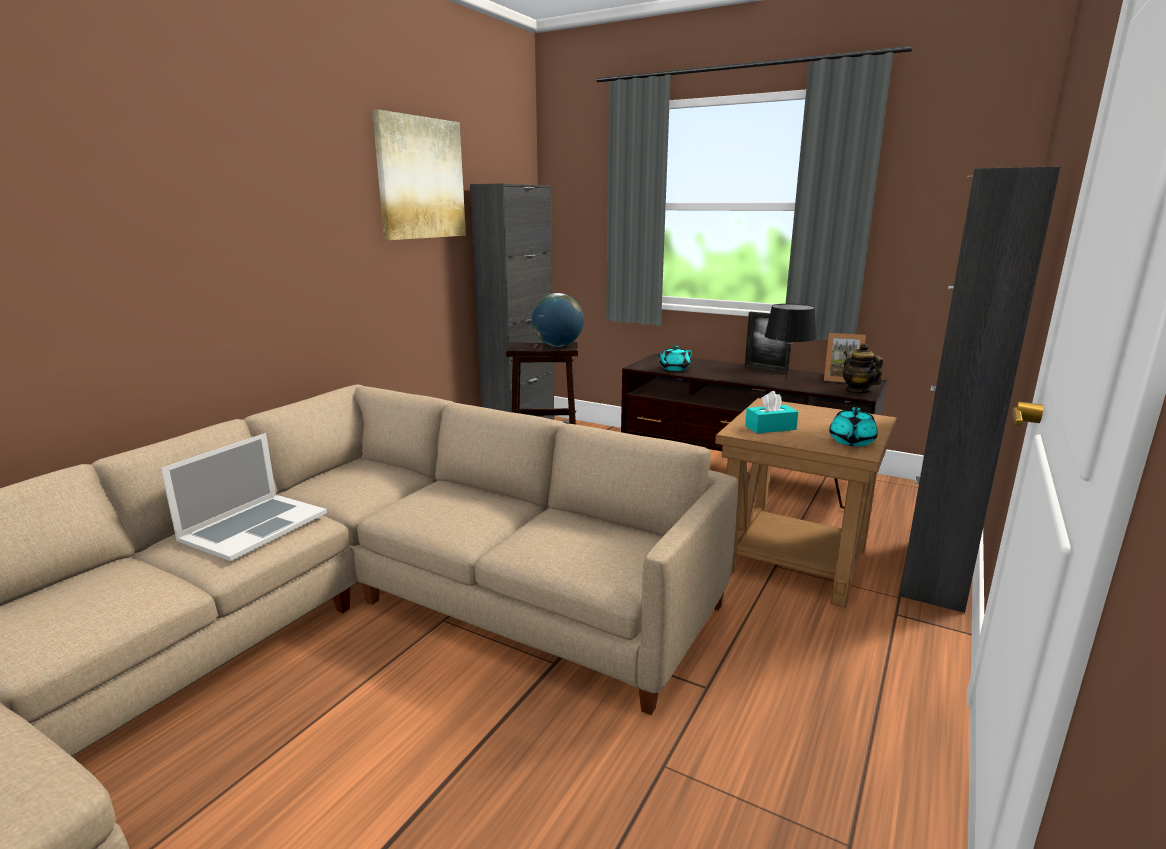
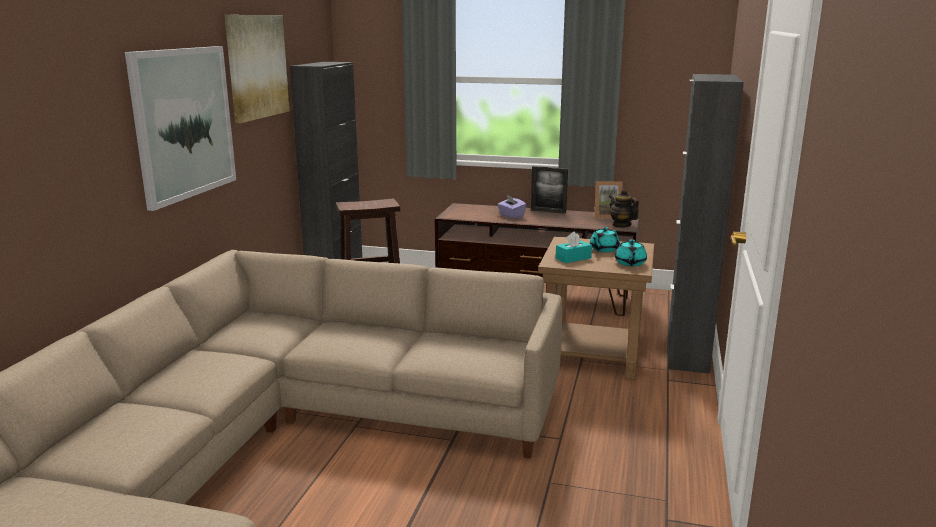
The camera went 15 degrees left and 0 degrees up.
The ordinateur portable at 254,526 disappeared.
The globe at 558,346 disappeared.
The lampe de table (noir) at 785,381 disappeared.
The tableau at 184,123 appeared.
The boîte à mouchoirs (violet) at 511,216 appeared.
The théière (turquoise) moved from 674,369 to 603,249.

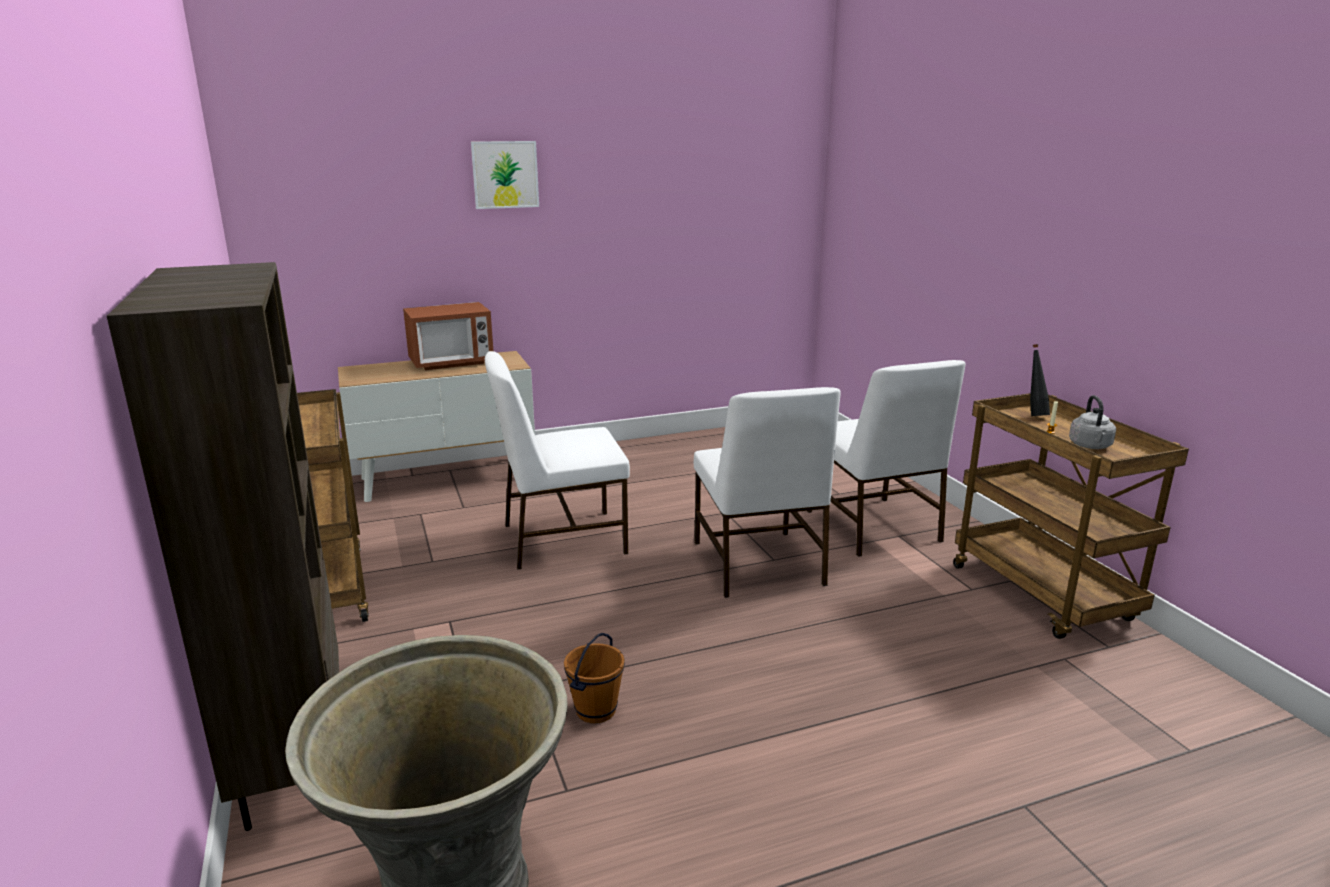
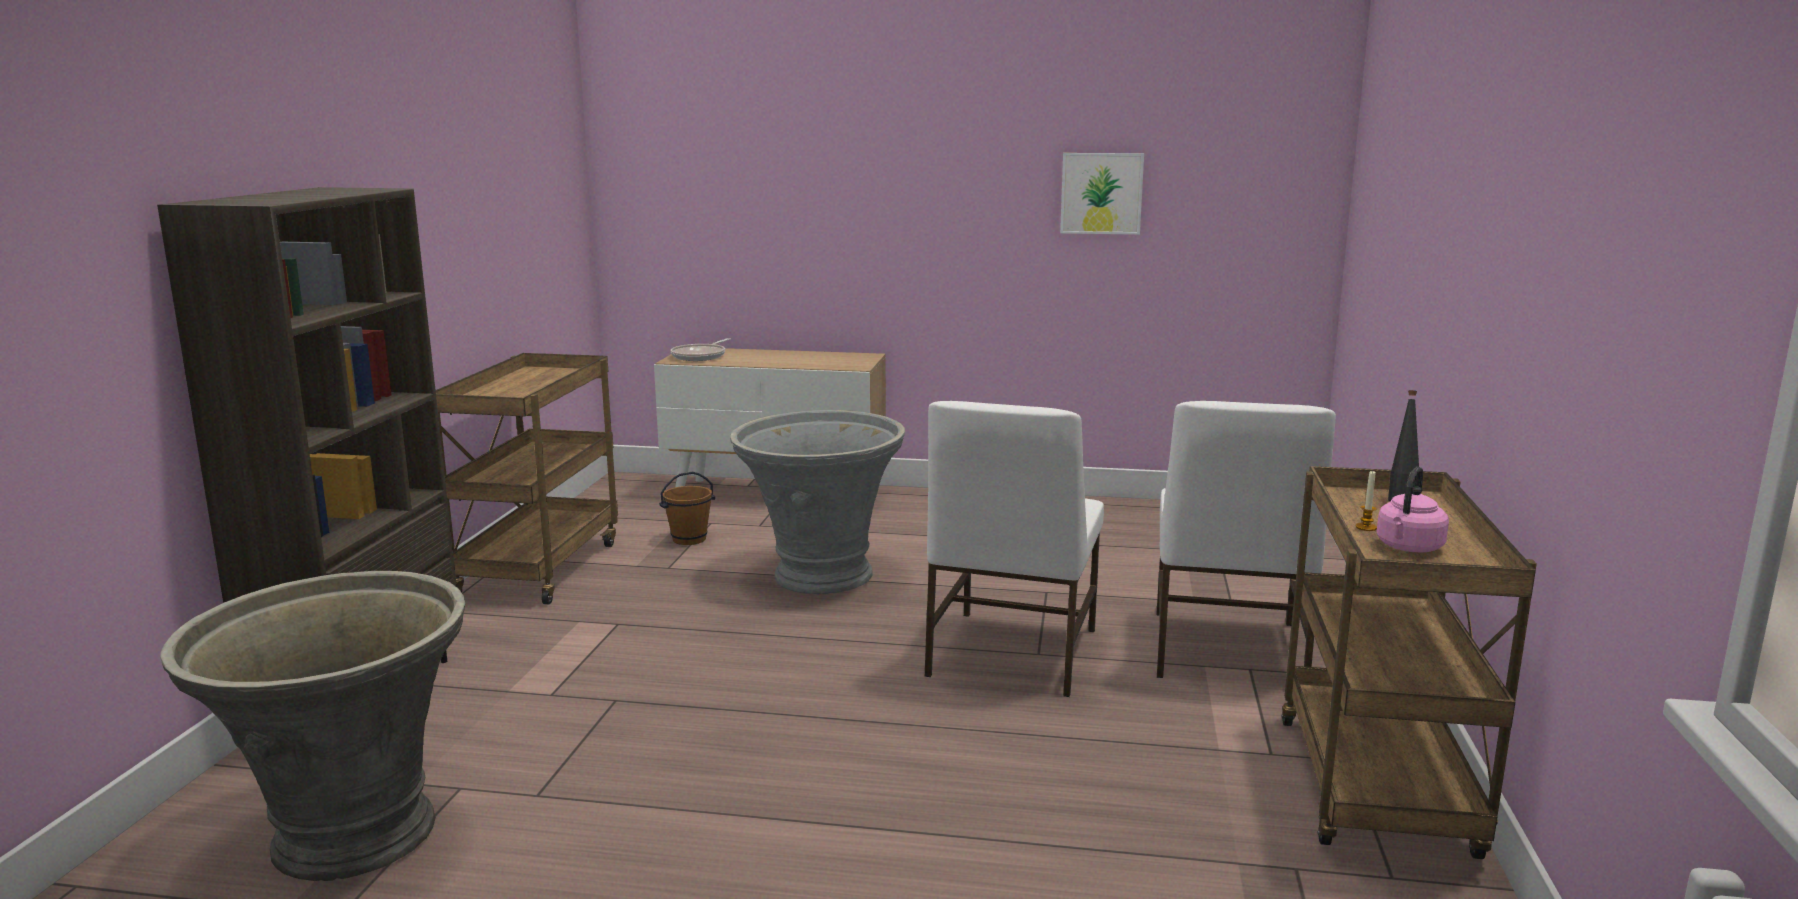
The camera went 30 degrees right and 5 degrees down.
The micro-ondes at 451,363 disappeared.
The poêle at 701,356 appeared.
The tableau moved from 505,174 to 1101,193.
The seau (marron) moved from 595,710 to 689,539.
The chaise (blanc) at 561,539 was replaced by the cache-pot (gris) at 820,576.
The bouilloire (gris) at 1090,446 became the bouilloire (rose) at 1408,548.

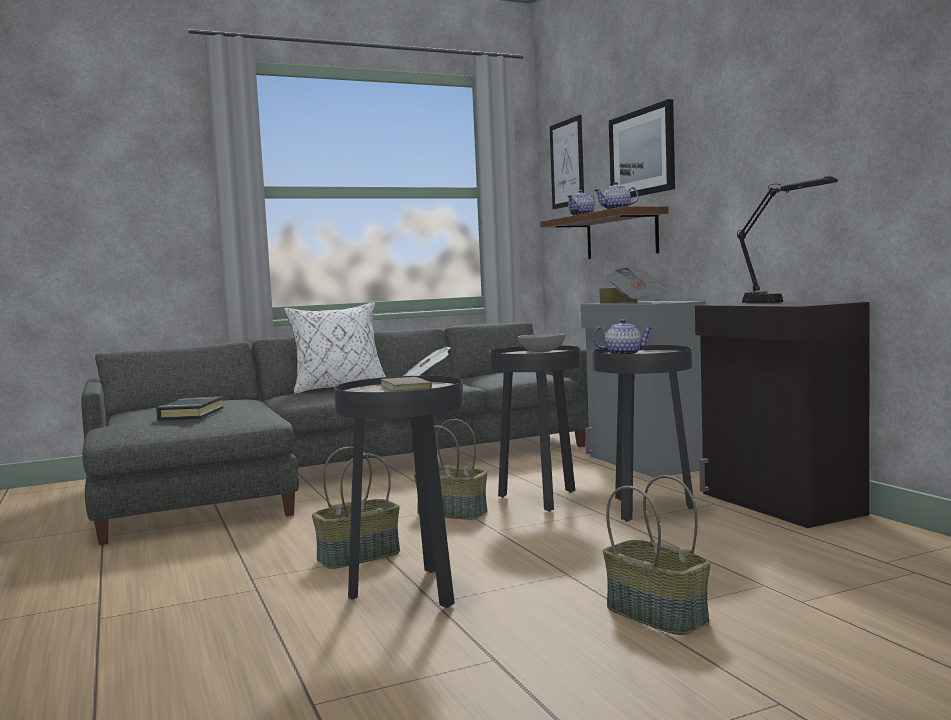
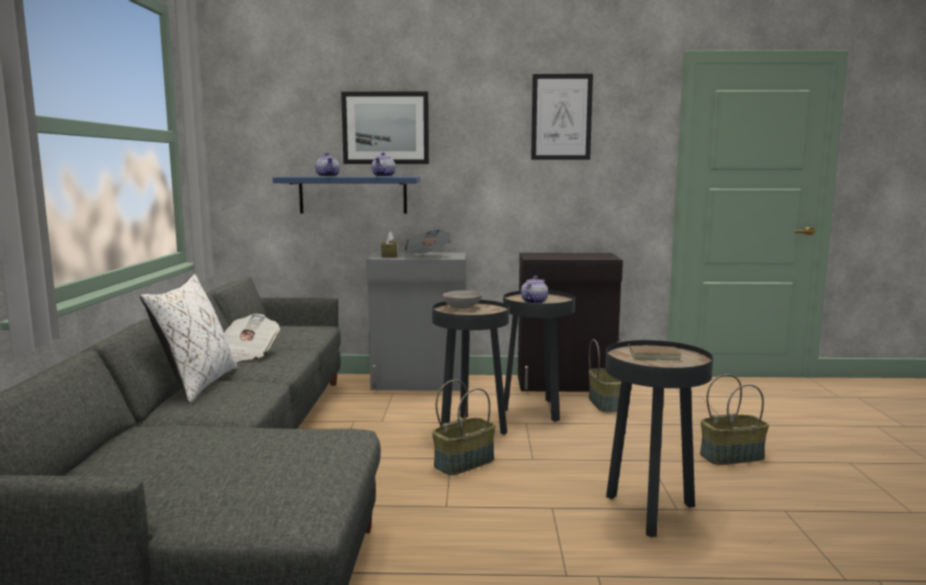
The camera went 65 degrees left and 5 degrees up.
The livre (noir) at 191,414 disappeared.
The lampe de table (noir) at 782,302 disappeared.
The panier moved from 358,556 to 607,404.
The tableau moved from 567,163 to 561,117.
The étagère (marron) at 621,235 became the étagère (bleu) at 353,195.

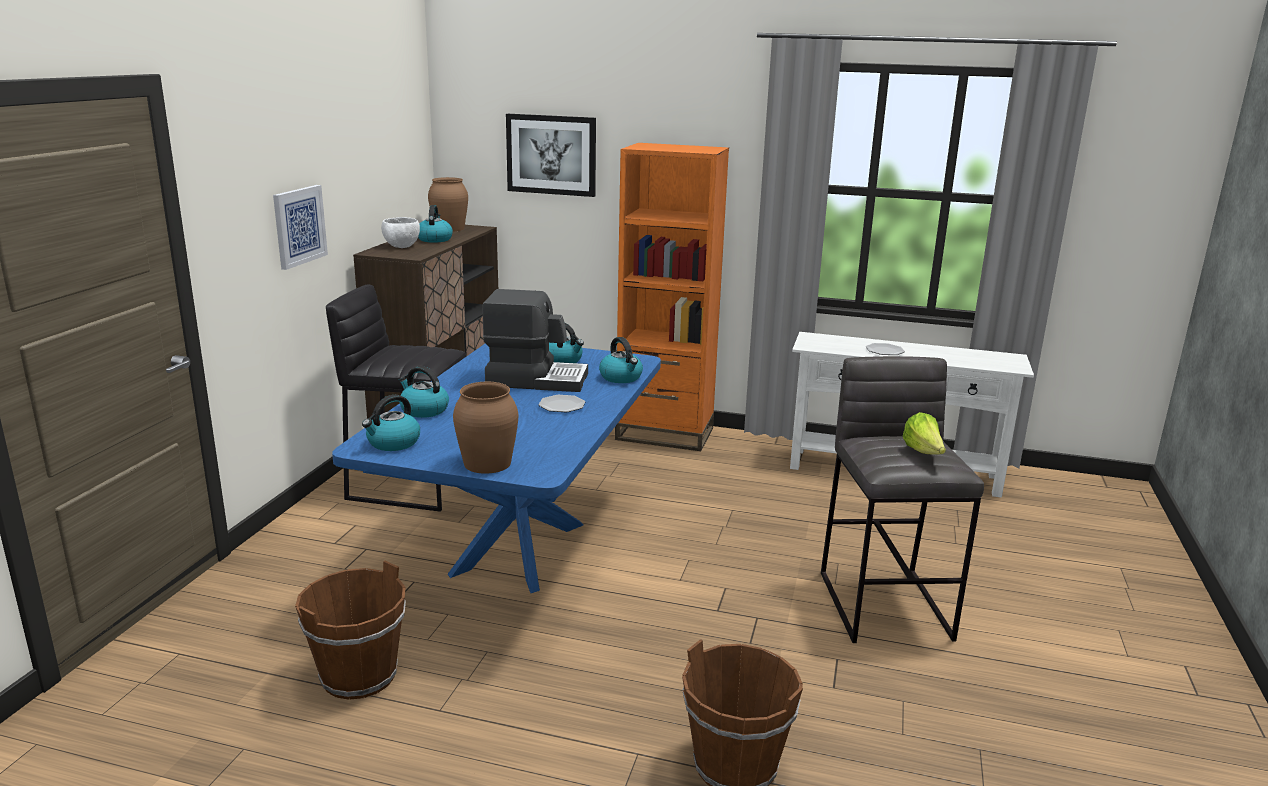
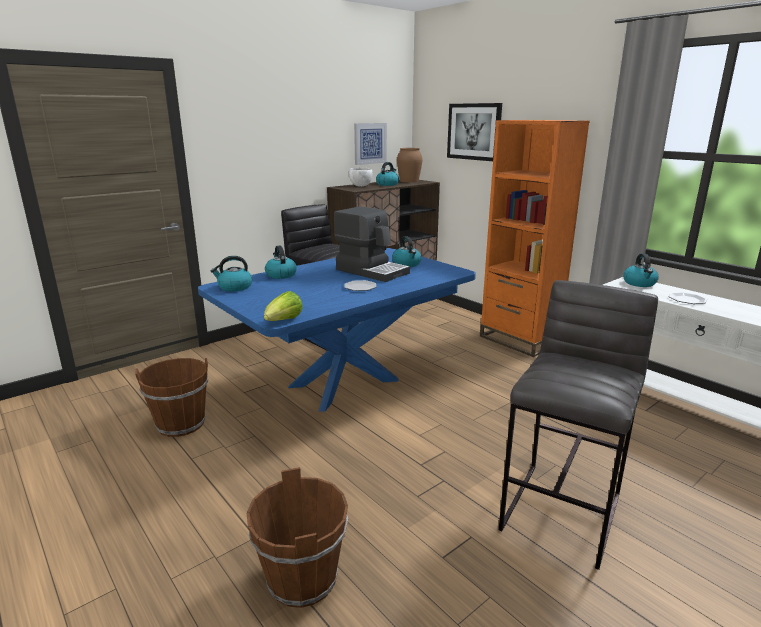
The camera went 35 degrees right and 0 degrees up.
The vase (marron) at 488,463 disappeared.
The tableau moved from 299,226 to 369,143.
The bouilloire moved from 621,377 to 639,283.
The laitue moved from 923,452 to 283,321.

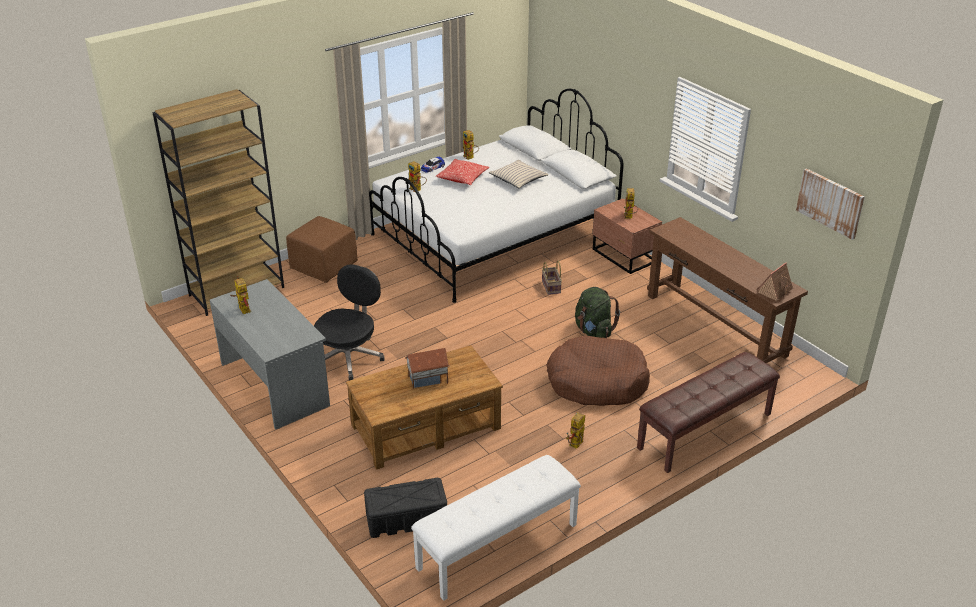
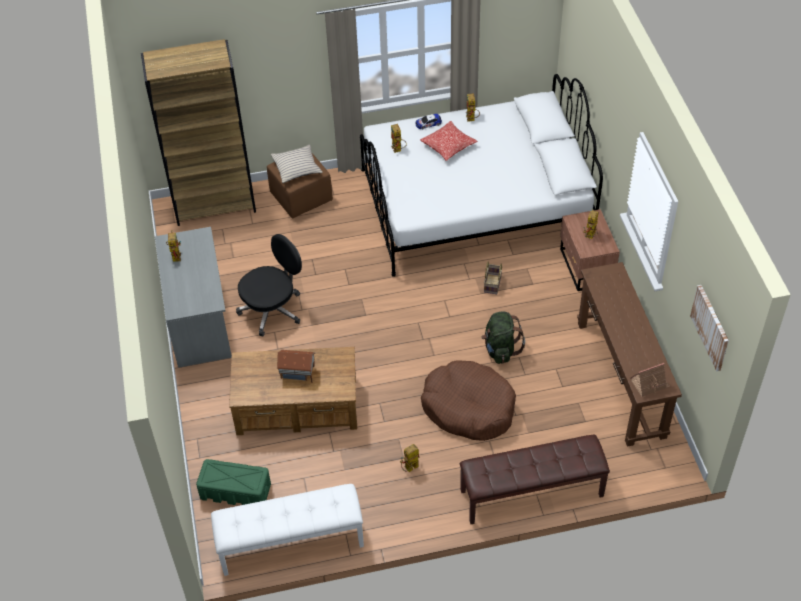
The camera went 25 degrees right and 15 degrees up.
The coussin (beige) moved from 518,179 to 296,168.
The boîte de rangement (noir) at 406,519 became the boîte de rangement (vert) at 235,491.

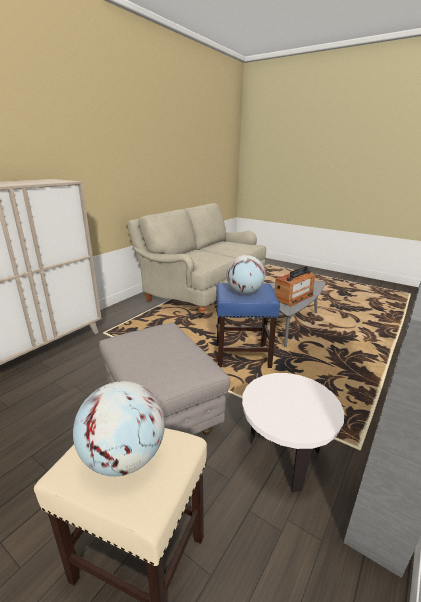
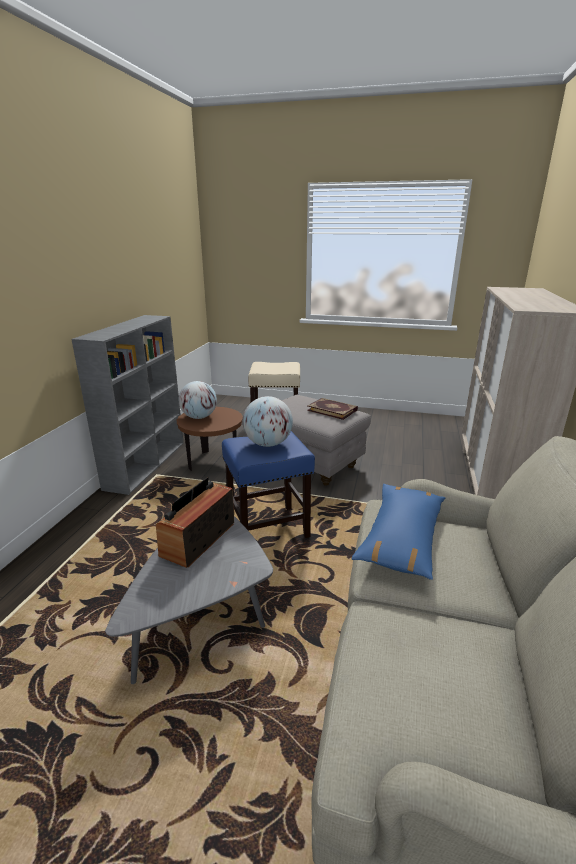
The camera went 160 degrees right and 0 degrees up.
The livre at 332,410 appeared.
The coussin (bleu) at 402,538 appeared.
The globe moved from 124,458 to 199,417.
The table d'appoint (blanc) at 283,456 became the table d'appoint (marron) at 213,462.

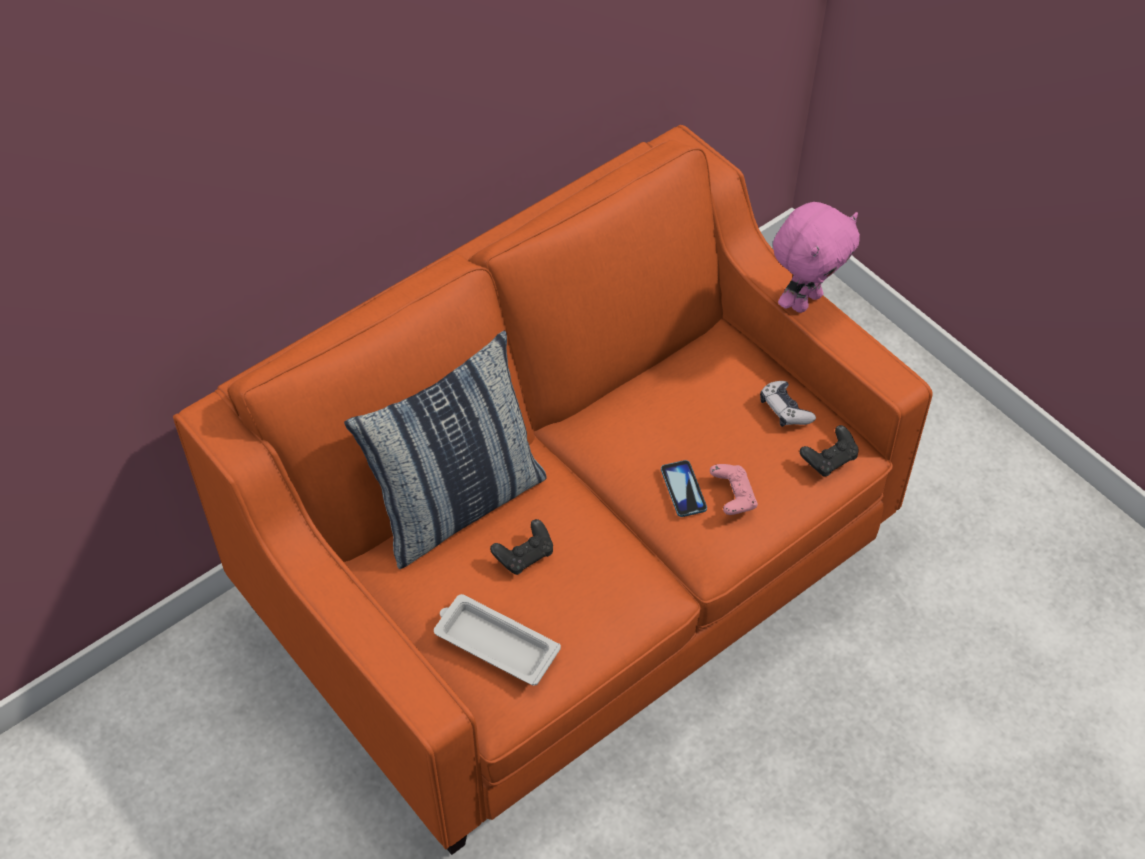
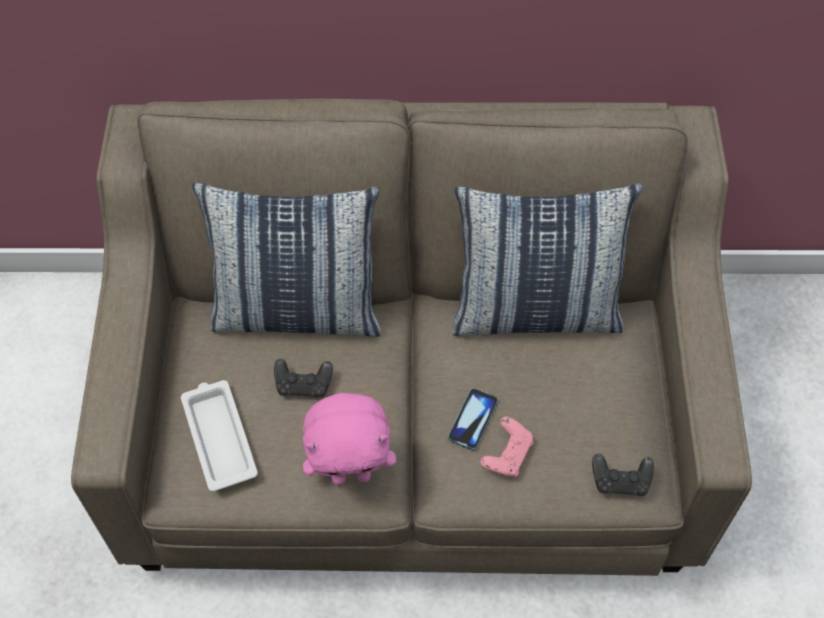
The camera went 40 degrees right and 5 degrees up.
The manette at 784,410 disappeared.
The coussin at 535,311 appeared.
The peluche (rose) moved from 805,300 to 351,474.
The canapé (orange) at 569,570 became the canapé (beige) at 413,423.

